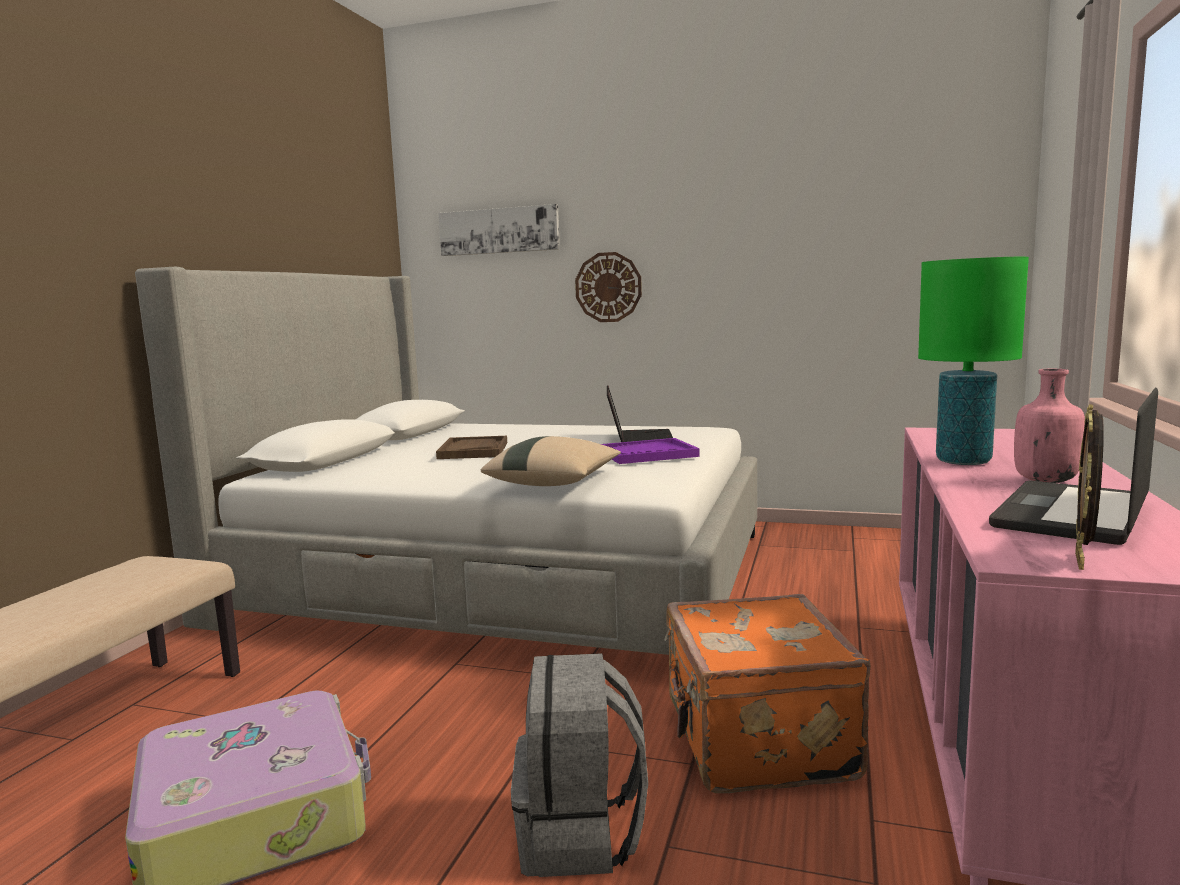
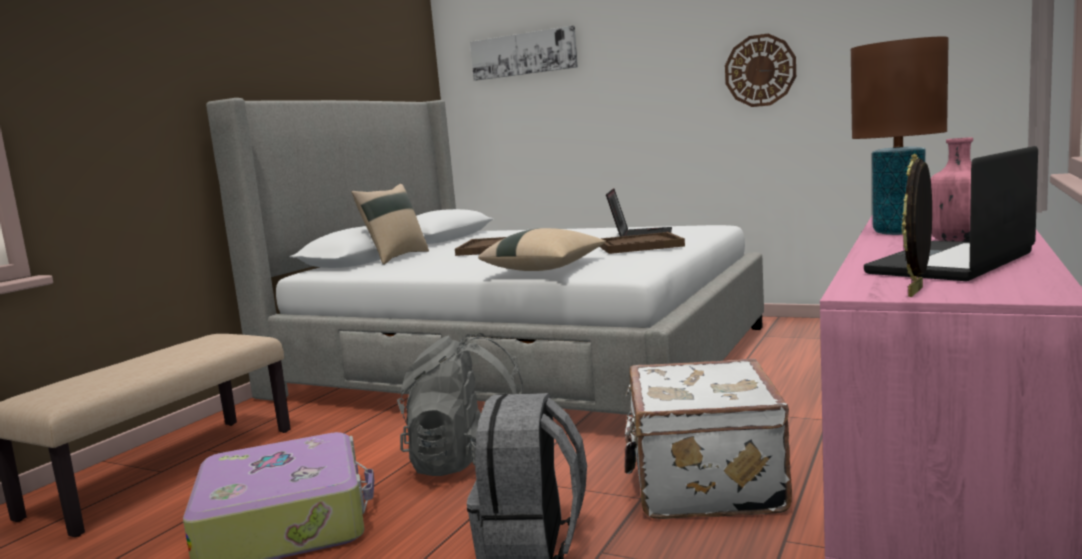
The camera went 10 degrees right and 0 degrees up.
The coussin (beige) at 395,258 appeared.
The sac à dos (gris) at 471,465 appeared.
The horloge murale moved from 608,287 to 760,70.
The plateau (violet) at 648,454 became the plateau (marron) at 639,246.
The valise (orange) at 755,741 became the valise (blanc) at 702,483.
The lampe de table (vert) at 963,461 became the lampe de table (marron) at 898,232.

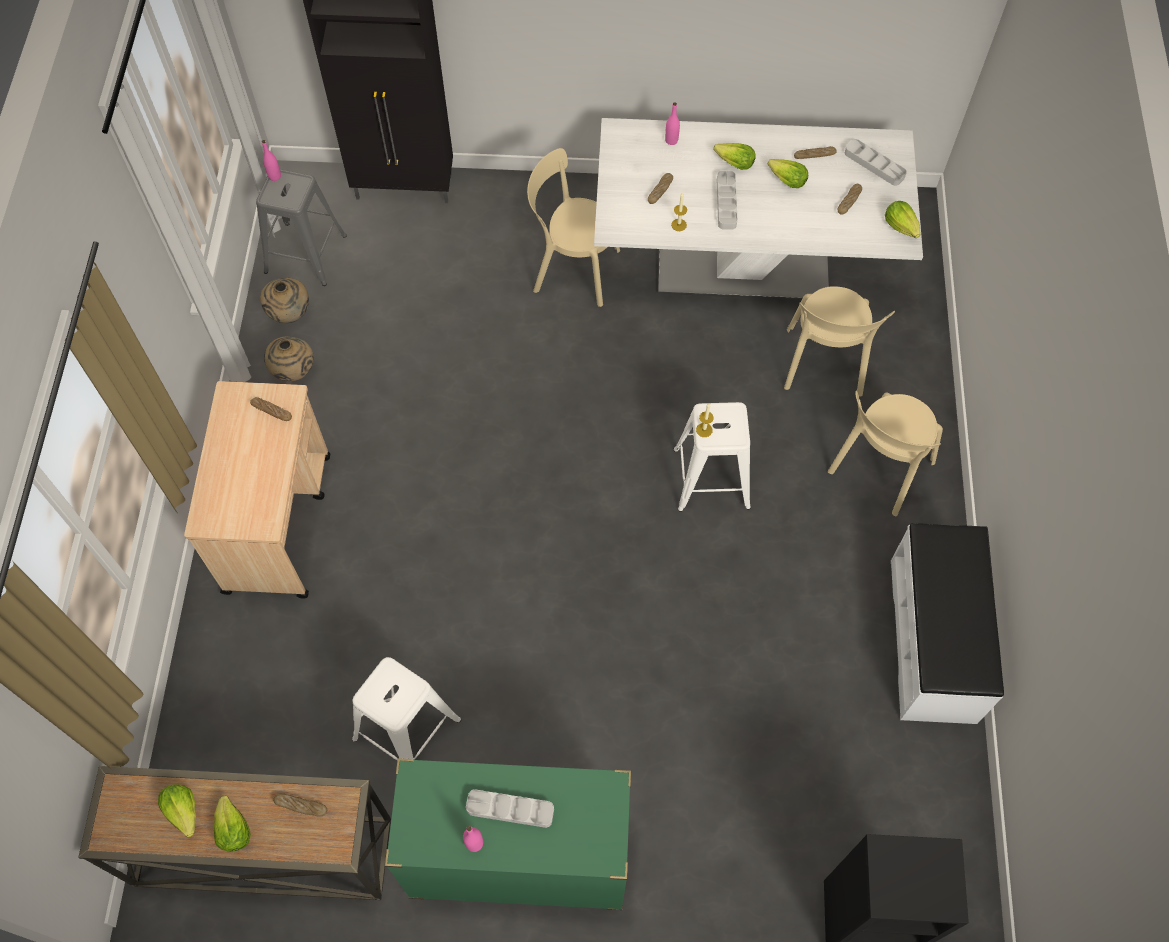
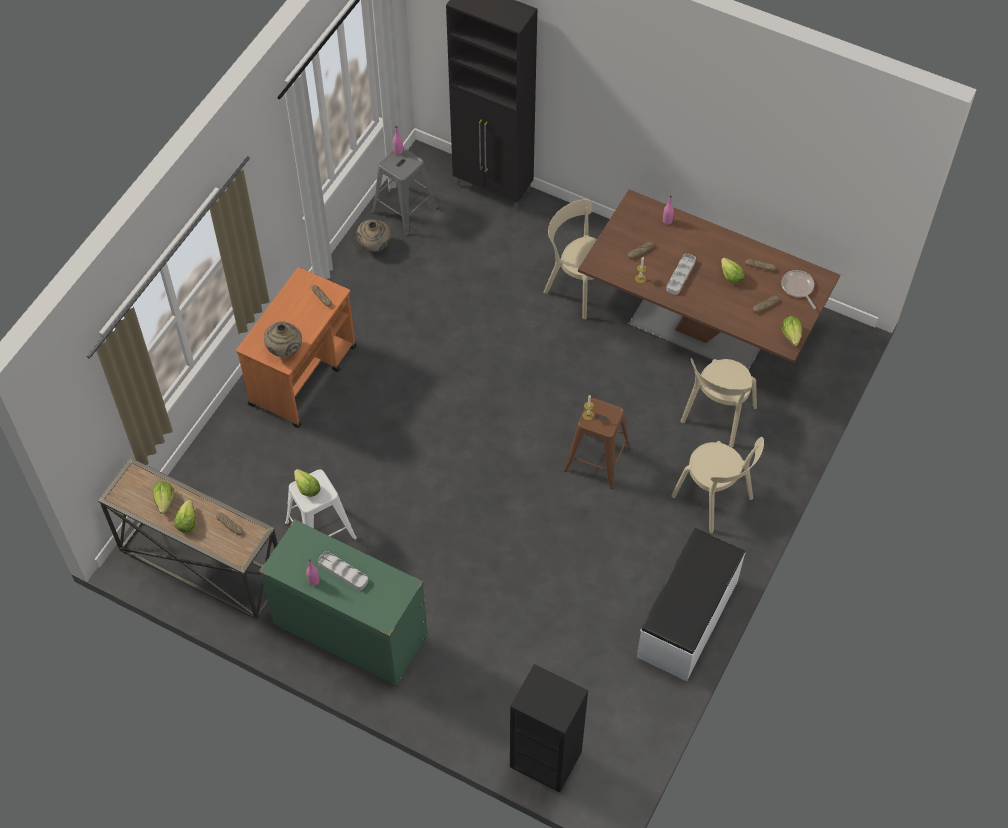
The camera went 25 degrees right and 5 degrees down.
The vase (beige) moved from 294,372 to 285,350.
The laitue moved from 734,163 to 307,488.
The plateau (gris) at 874,165 was replaced by the poêle at 798,288.
The chariot (beige) at 278,522 became the chariot (orange) at 303,375.
The table à manger (blanc) at 742,264 became the table à manger (marron) at 699,328.
The tabouret (blanc) at 710,479 became the tabouret (marron) at 596,459.
The chaise (beige) at 878,471 turned 105 degrees counterclockwise.

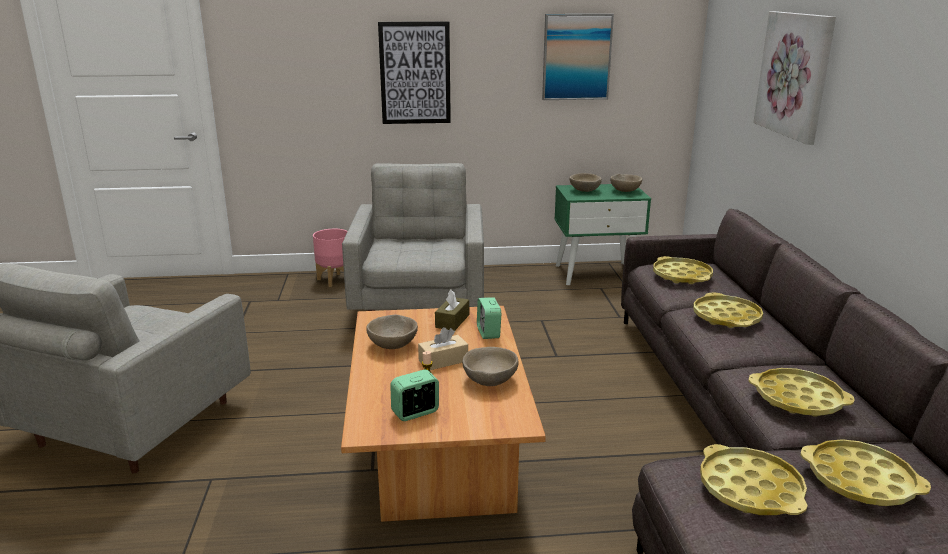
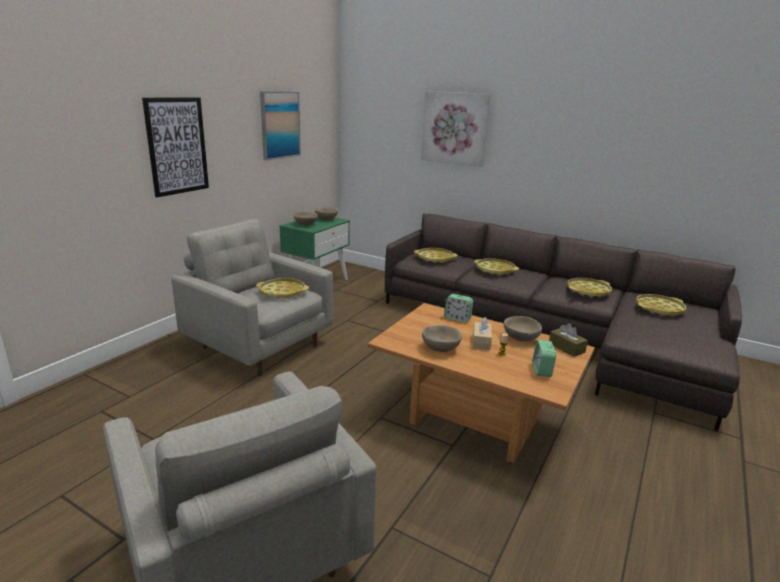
The camera went 55 degrees left and 0 degrees up.
The cache-pot (rose) at 335,280 disappeared.
The boîte à mouchoirs (marron) moved from 452,321 to 566,348.
The plateau (jaune) moved from 750,489 to 282,292.

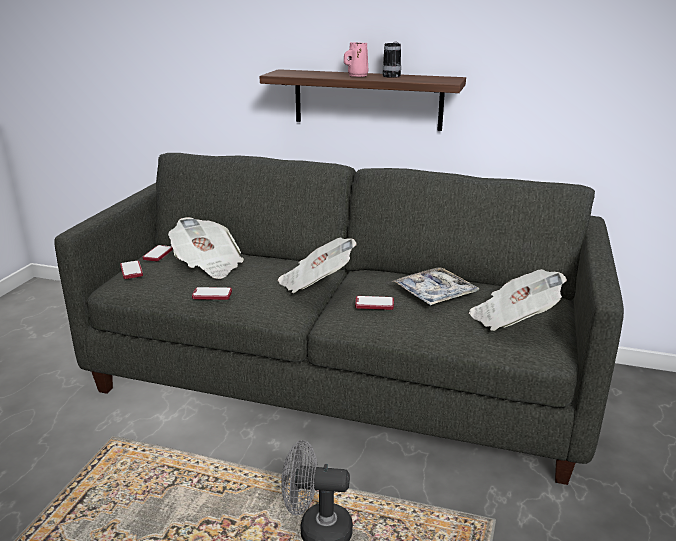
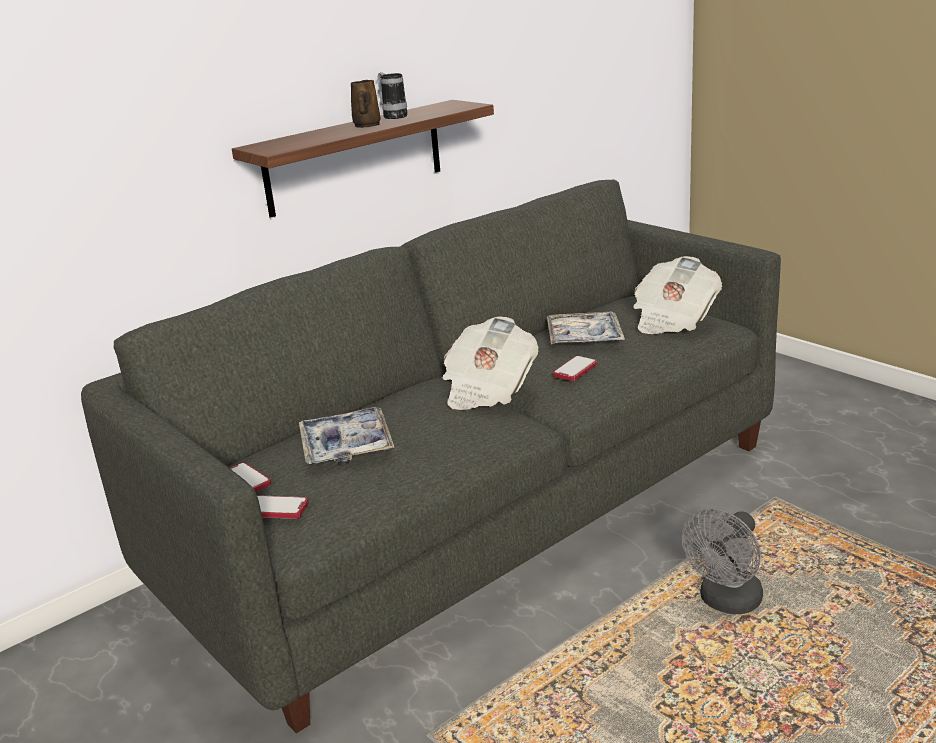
The camera went 55 degrees left and 0 degrees up.
The téléphone at 212,294 disappeared.
The journal at 208,265 was replaced by the plateau at 346,445.
The mug (rose) at 356,76 became the mug (marron) at 366,126.

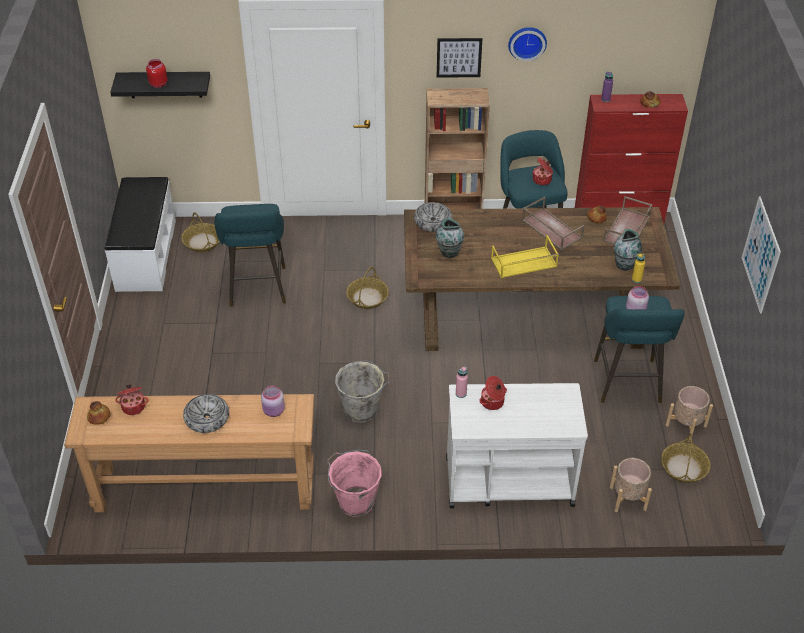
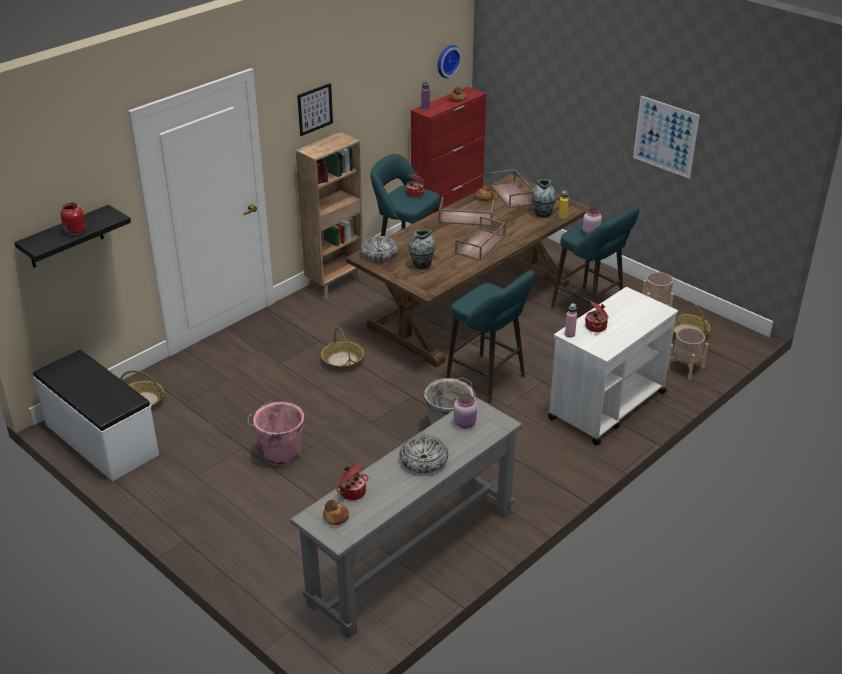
The camera went 45 degrees left and 10 degrees down.
The tabouret (turquoise) moved from 257,289 to 489,380.
The seau (rose) moved from 355,501 to 280,454.
The horloge murale moved from 527,42 to 447,60.
The table console (marron) at 205,488 became the table console (gris) at 412,556.
The plateau (jaune) at 523,263 became the plateau (marron) at 480,245.

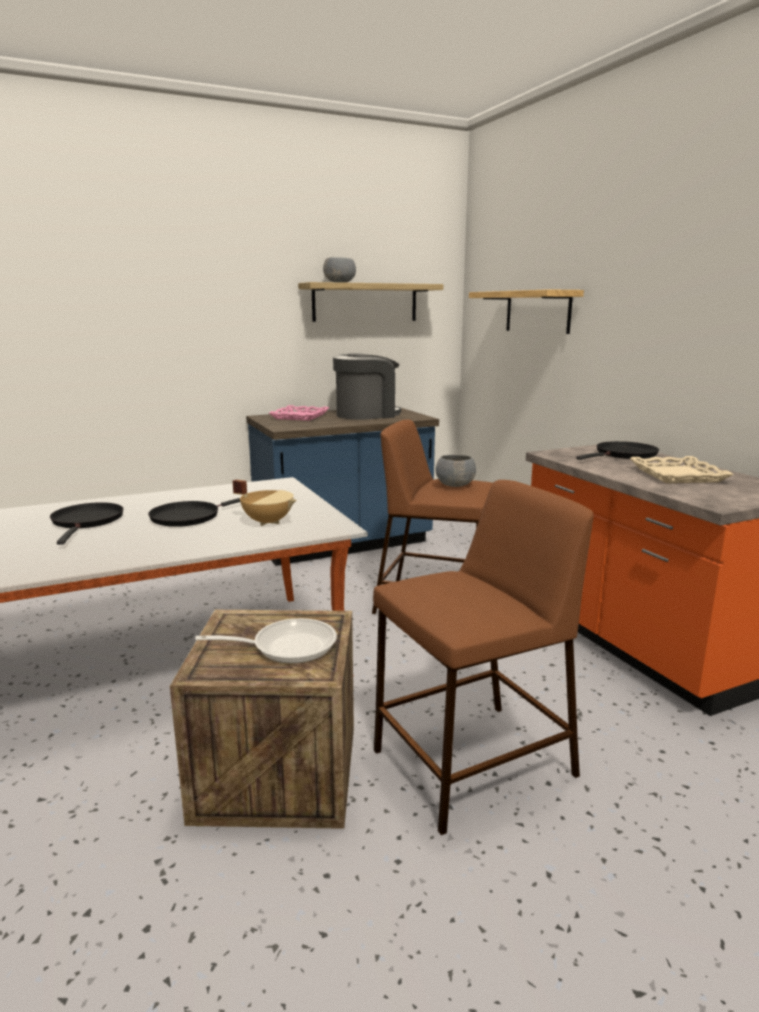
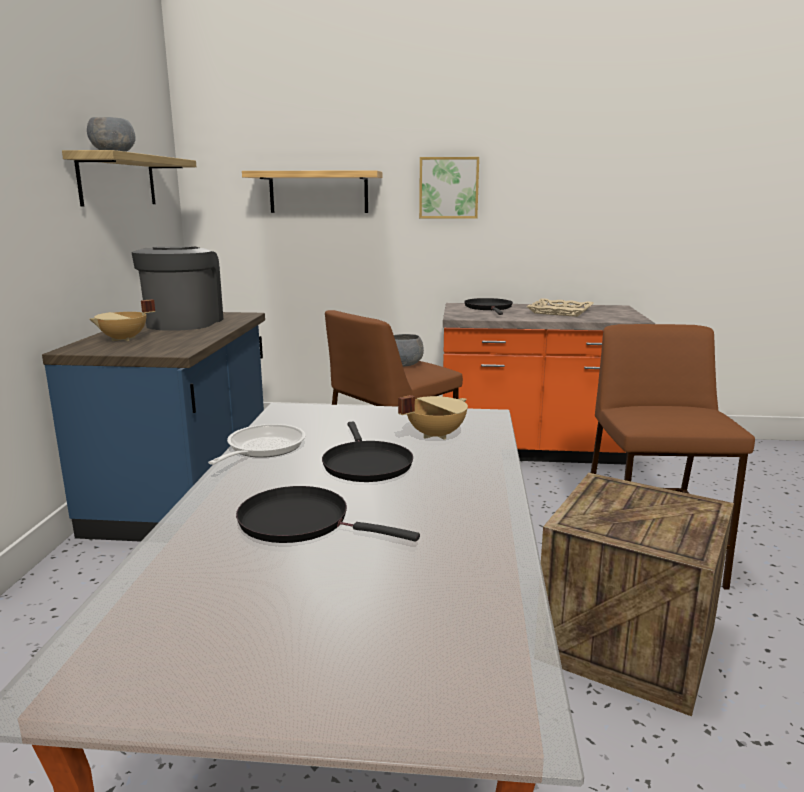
The camera went 60 degrees left and 0 degrees up.
The tableau at 449,188 appeared.
The poêle moved from 287,646 to 261,448.
The plateau (rose) at 300,417 was replaced by the marmite (beige) at 124,339.

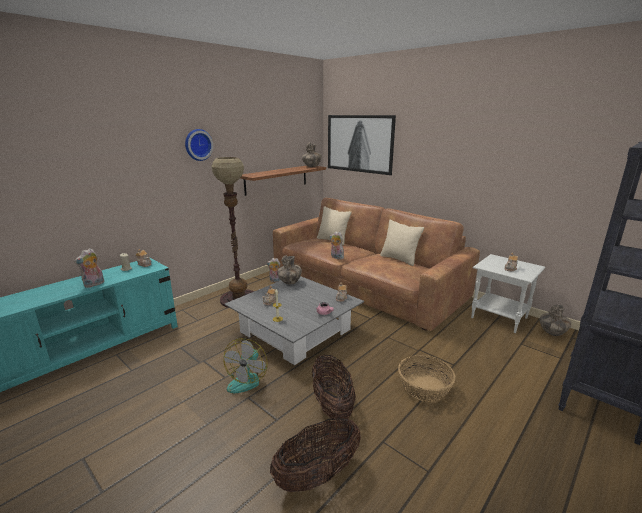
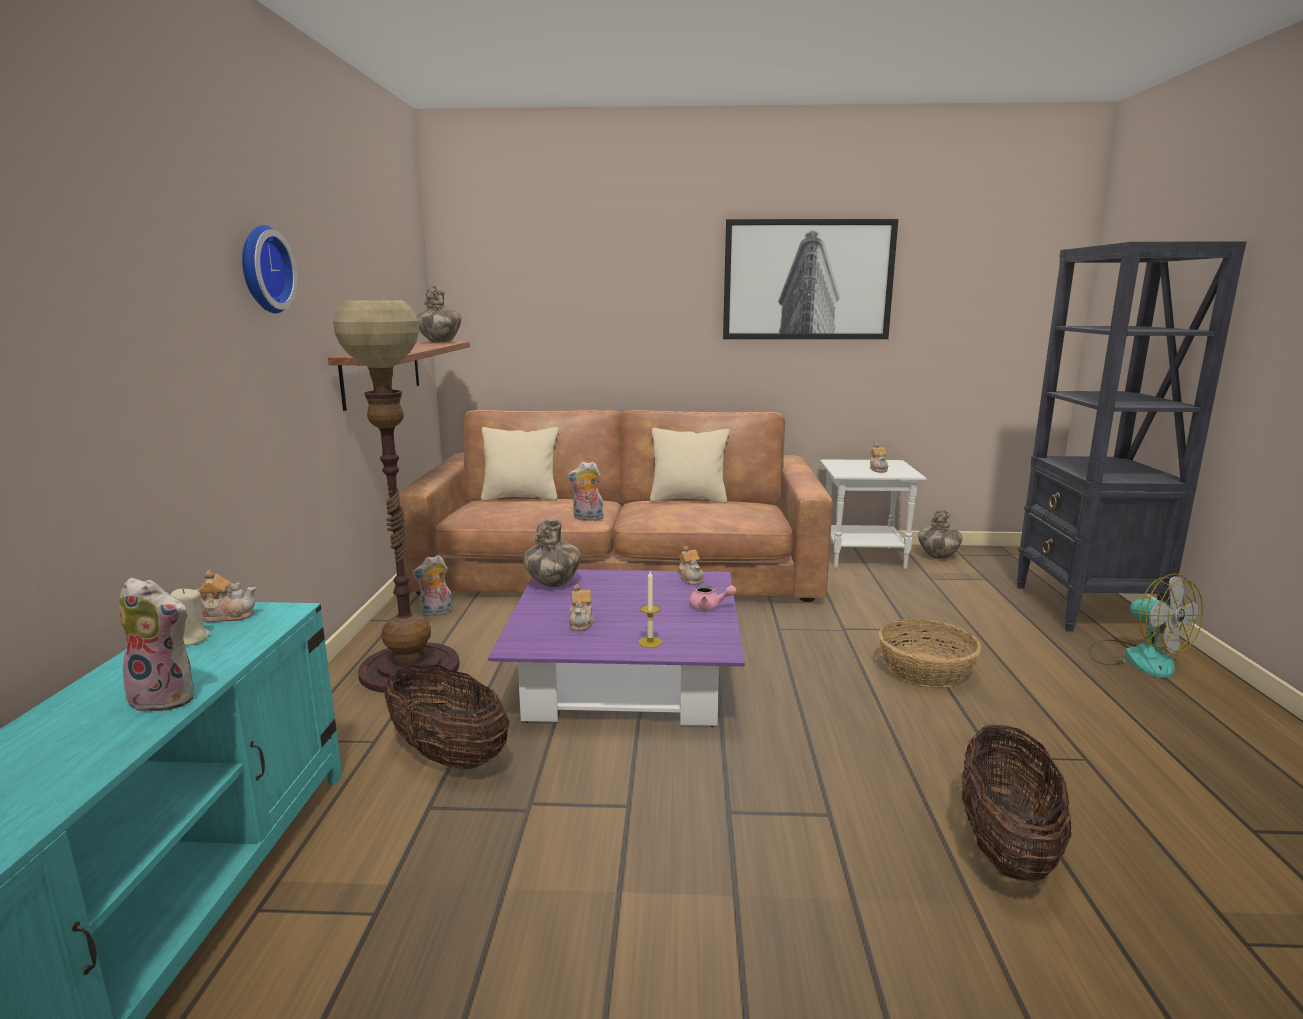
The camera went 40 degrees left and 5 degrees down.
The ventilateur moved from 247,379 to 1137,658.
The panier moved from 332,405 to 448,755.
The tableau moved from 360,143 to 807,280.
The table basse (gris) at 296,331 became the table basse (violet) at 627,676.
The peluche at 94,284 turned 75 degrees counterclockwise.

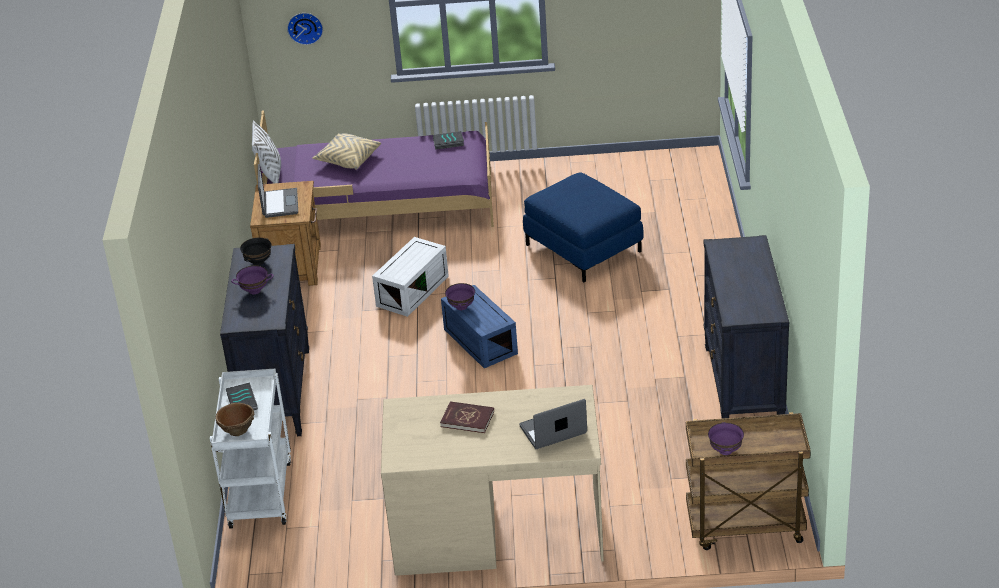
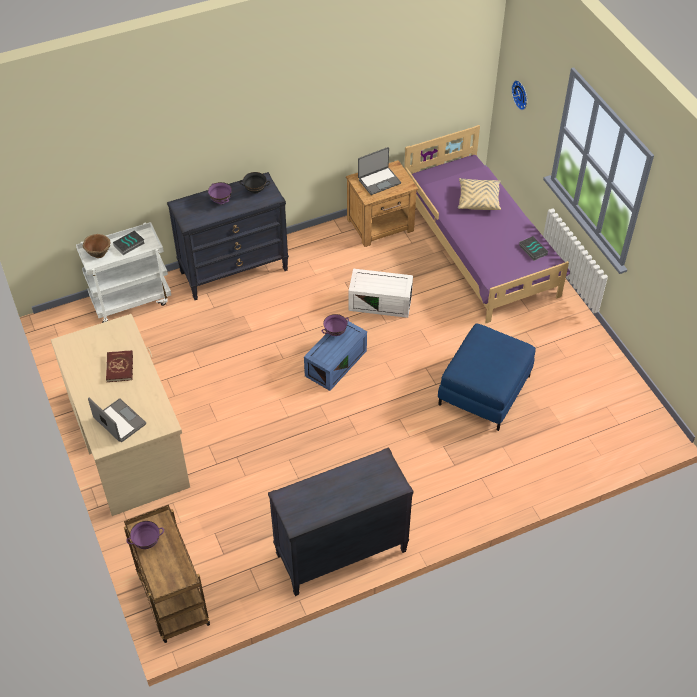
The camera went 65 degrees right and 15 degrees up.
The coussin (blanc) at 270,174 disappeared.

